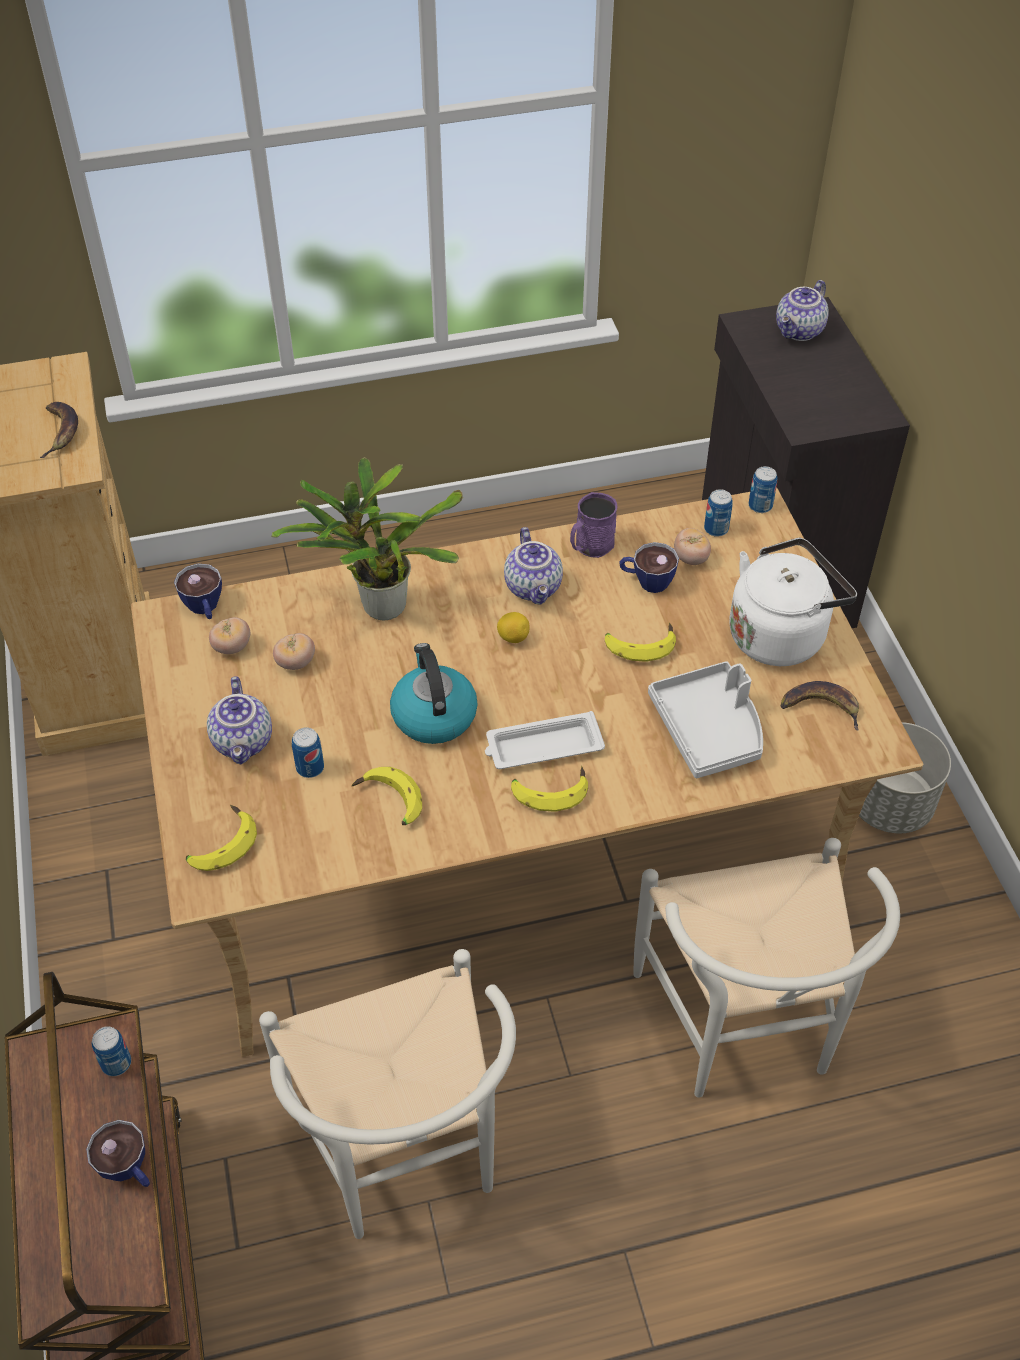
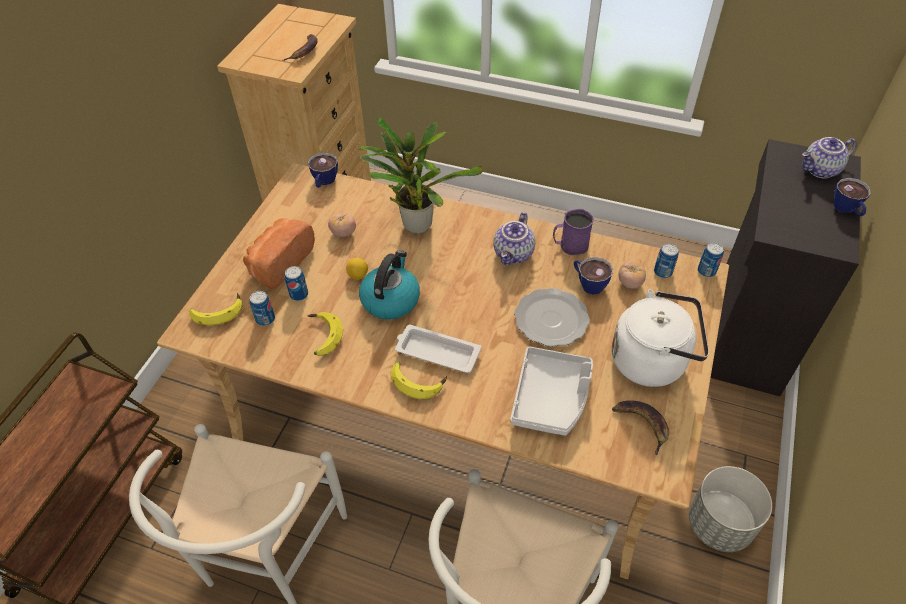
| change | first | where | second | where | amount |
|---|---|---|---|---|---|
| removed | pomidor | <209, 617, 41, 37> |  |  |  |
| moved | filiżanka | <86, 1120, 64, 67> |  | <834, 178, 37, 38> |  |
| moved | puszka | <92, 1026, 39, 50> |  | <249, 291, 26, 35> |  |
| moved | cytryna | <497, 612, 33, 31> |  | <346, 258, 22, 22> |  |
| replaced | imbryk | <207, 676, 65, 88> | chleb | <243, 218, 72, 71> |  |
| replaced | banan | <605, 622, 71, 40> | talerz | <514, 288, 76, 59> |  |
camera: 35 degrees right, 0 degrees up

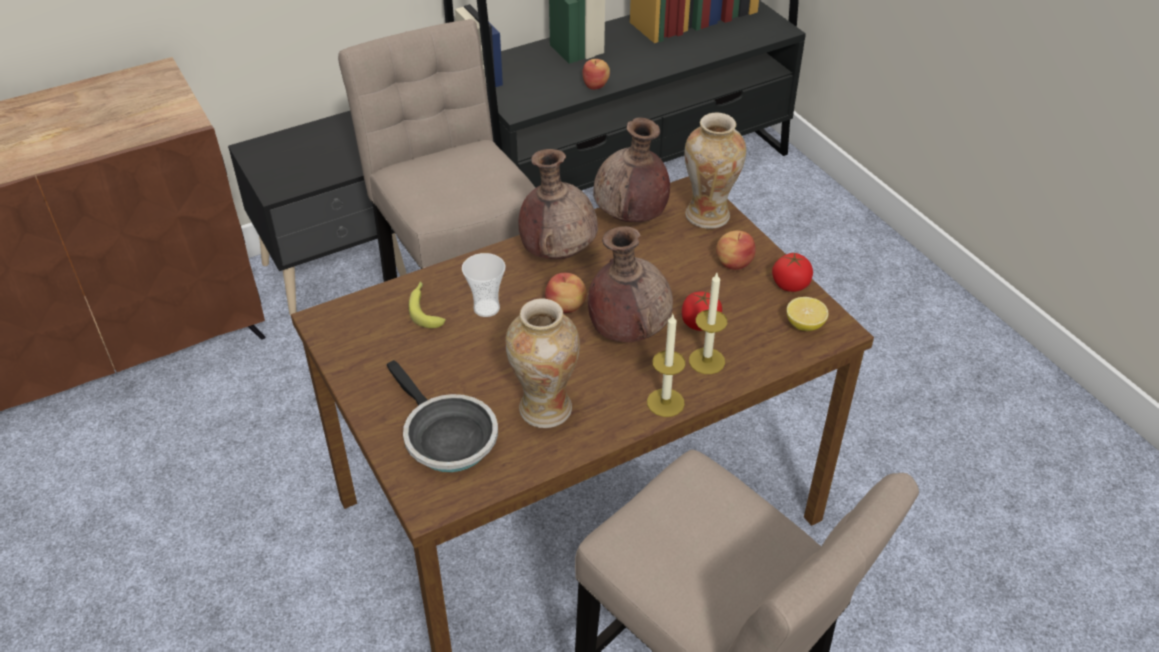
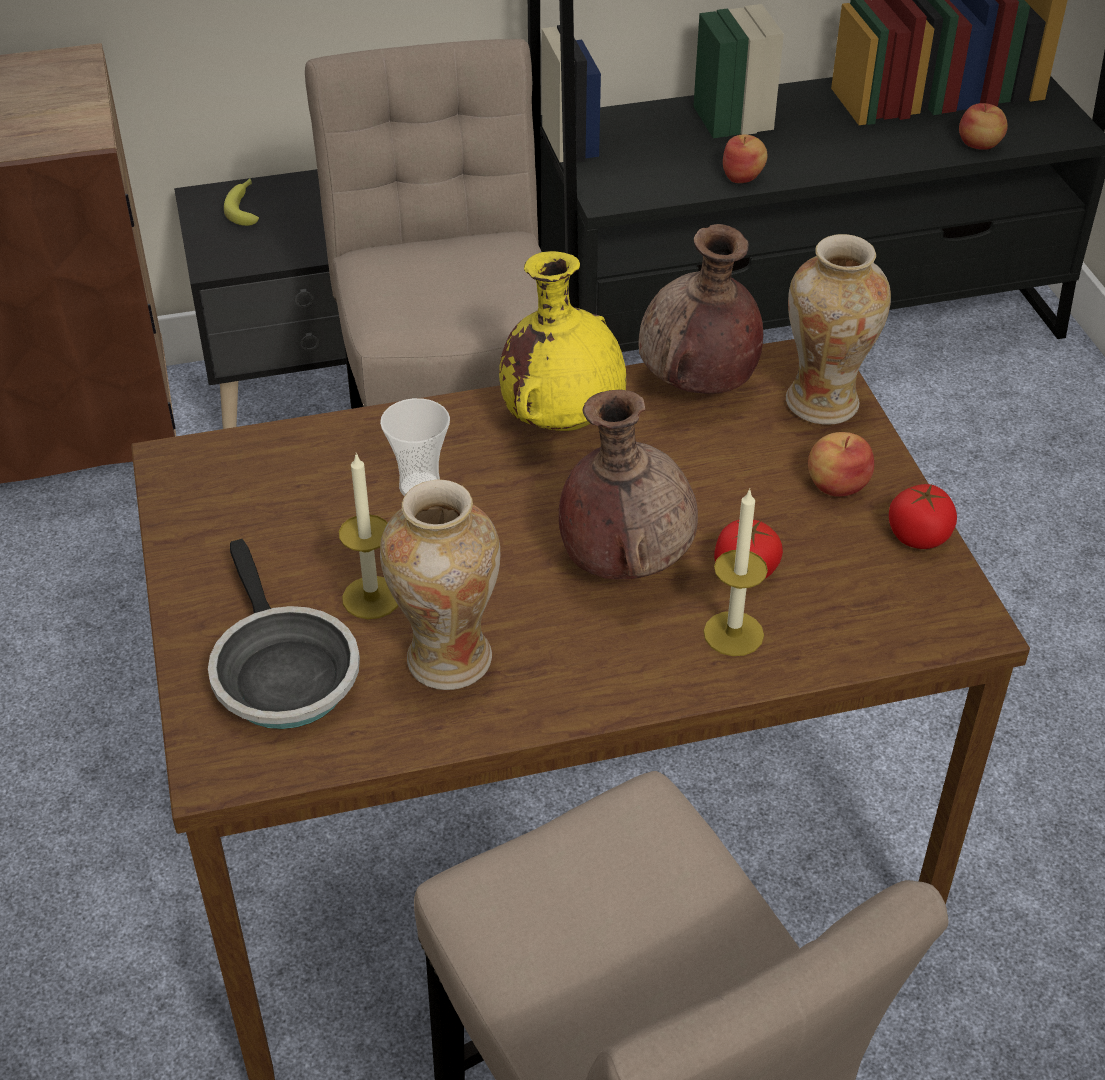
| change | first | where | second | where | amount |
|---|---|---|---|---|---|
| removed | cytryna | <786, 297, 42, 34> |  |  |  |
| moved | banan | <409, 282, 37, 46> |  | <224, 178, 35, 48> |  |
| moved | jabłko | <545, 273, 42, 40> |  | <959, 103, 49, 47> |  |
| moved | świeca | <647, 314, 39, 103> |  | <339, 453, 59, 166> |  |
| recoloured | wazon (brązowy) | <519, 149, 79, 110> | wazon (żółty) | <499, 251, 127, 180> |  |
camera: 15 degrees right, 0 degrees up

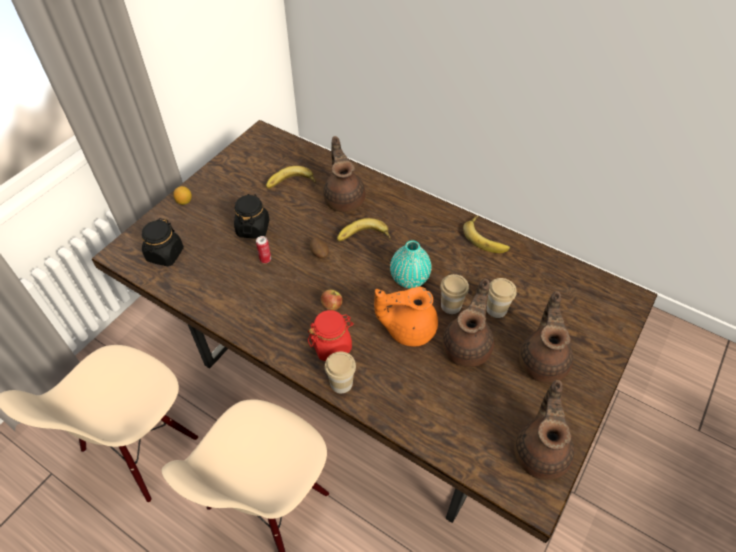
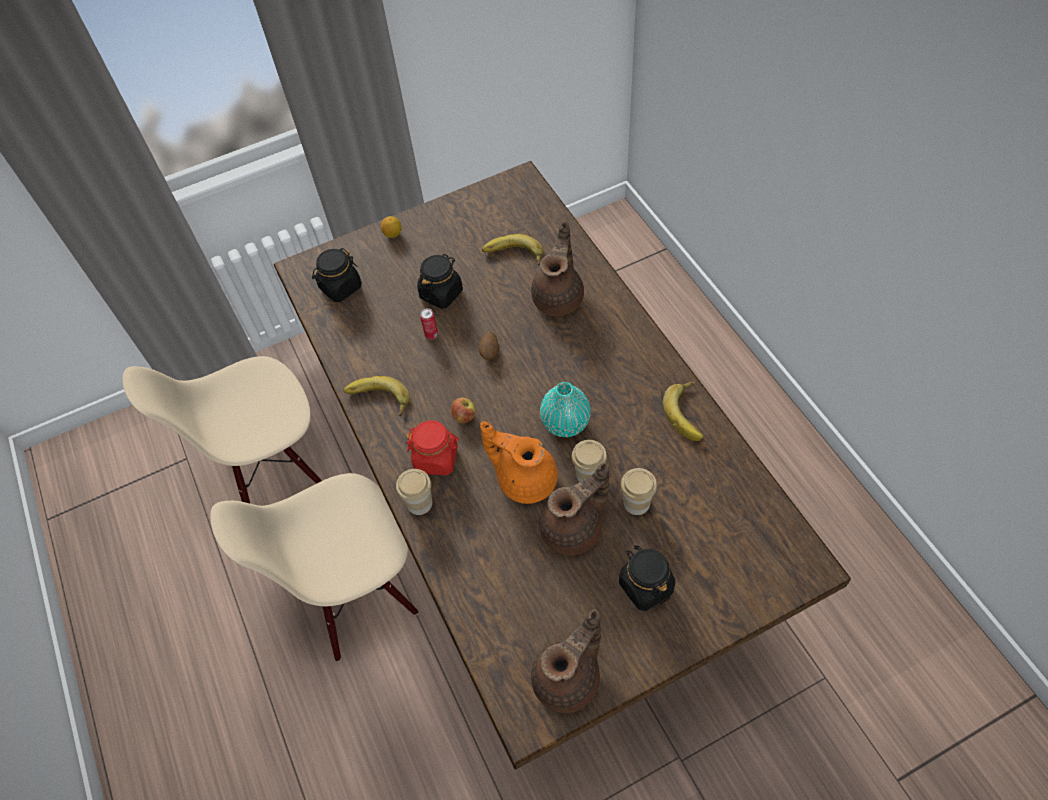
| change | first | where | second | where | amount |
|---|---|---|---|---|---|
| moved | banan | <337, 218, 54, 23> |  | <343, 376, 67, 40> |  |
| replaced | imbryk (brązowy) | <519, 291, 54, 92> | słoik (czarny) | <619, 545, 56, 66> |  |
camera: 35 degrees right, 5 degrees up

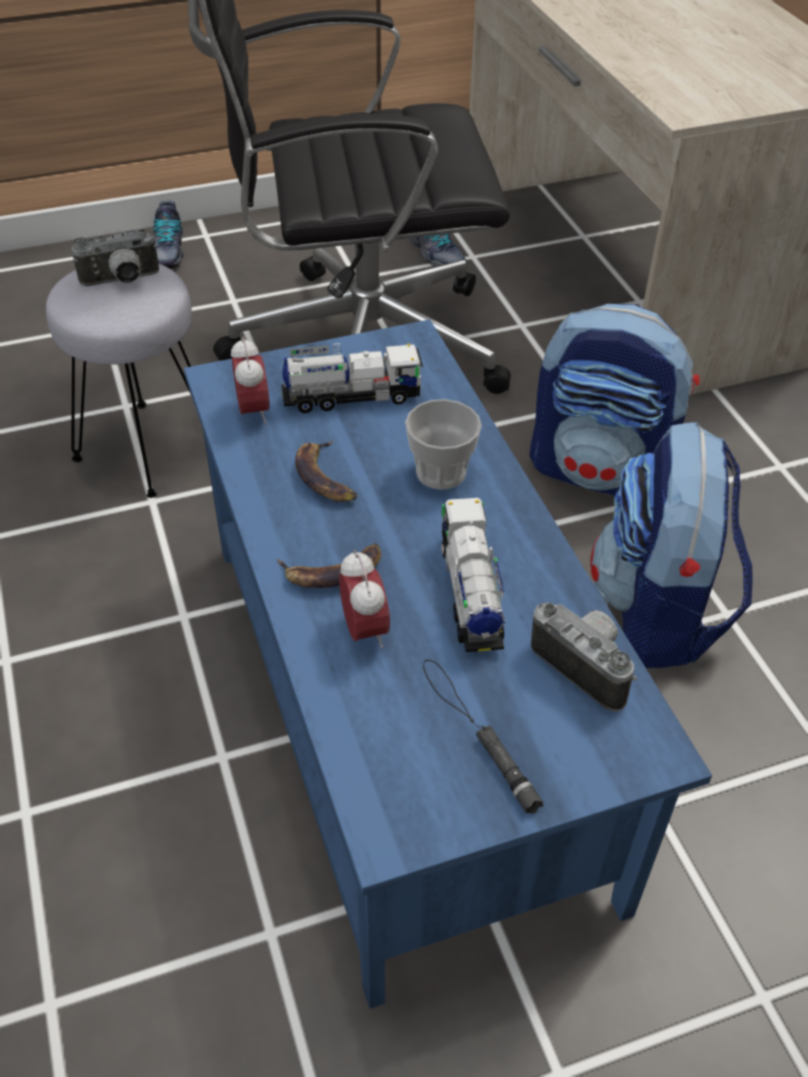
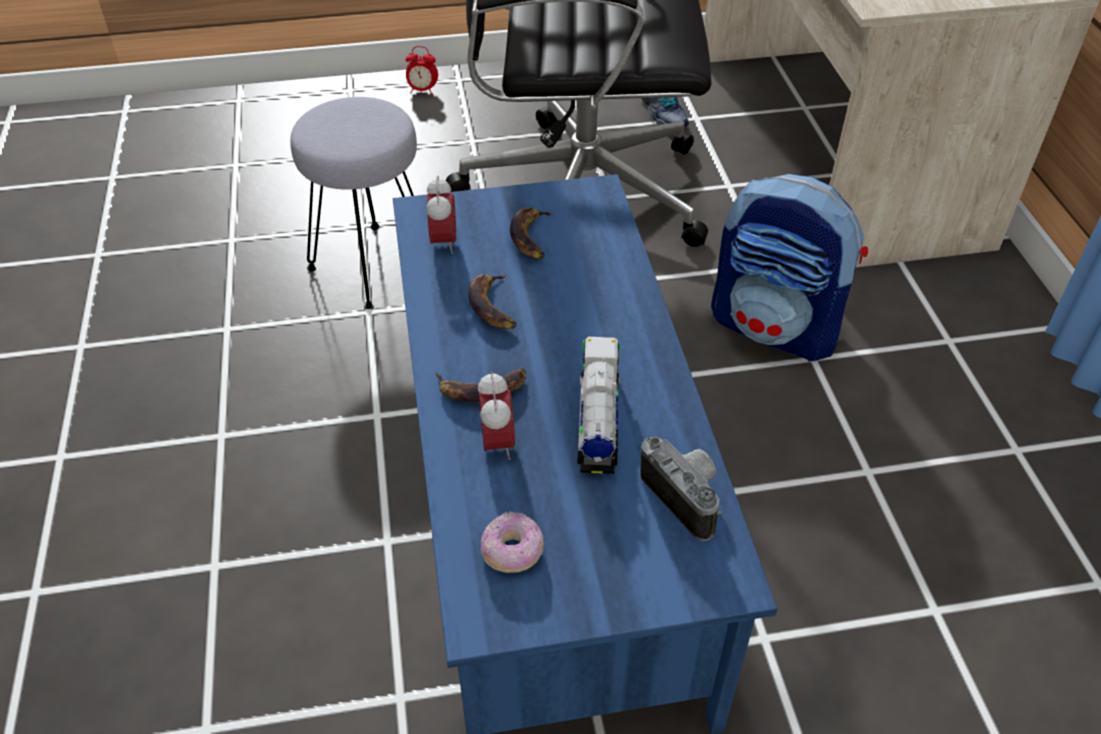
| change | first | where | second | where | amount |
|---|---|---|---|---|---|
| removed | aparat fotograficzny | <72, 229, 87, 57> |  |  |  |
| removed | filiżanka | <405, 399, 77, 91> |  |  |  |
| removed | latarka (czarny) | <423, 660, 120, 154> |  |  |  |
| removed | plecak | <590, 422, 163, 246> |  |  |  |
| added |  |  | donut | <481, 511, 63, 62> |  |
| replaced | but | <153, 200, 31, 70> | budzik | <406, 46, 32, 49> |  |
| replaced | ciężarówka zabawkowa | <281, 343, 142, 70> | banan | <510, 207, 44, 52> |  |
camera: 10 degrees right, 0 degrees up

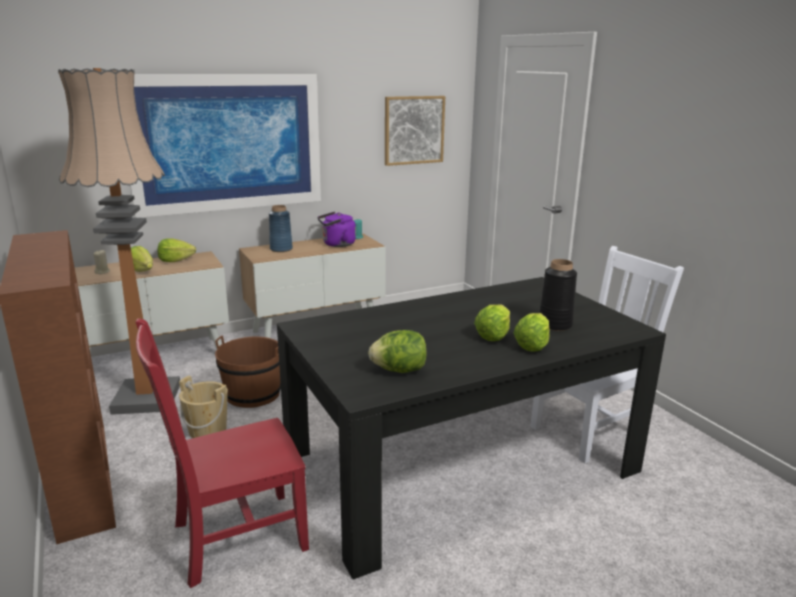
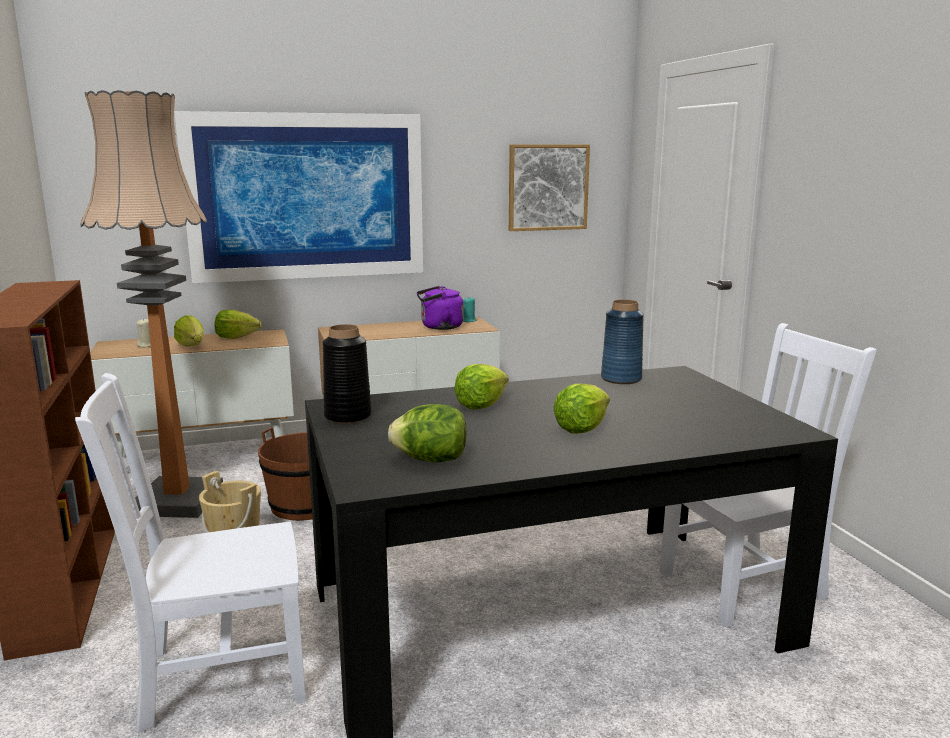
| change | first | where | second | where | amount |
|---|---|---|---|---|---|
| moved | wazon (niebieski) | <269, 205, 24, 47> |  | <601, 300, 43, 84> |  |
| moved | sałata | <514, 313, 36, 39> |  | <454, 364, 54, 46> |  |
| moved | wazon (czarny) | <539, 259, 38, 72> |  | <322, 324, 50, 99> |  |
| recoloured | krzesło (czerwony) | <136, 319, 173, 269> | krzesło (biały) | <75, 373, 231, 360> |  |
camera: 10 degrees right, 5 degrees down

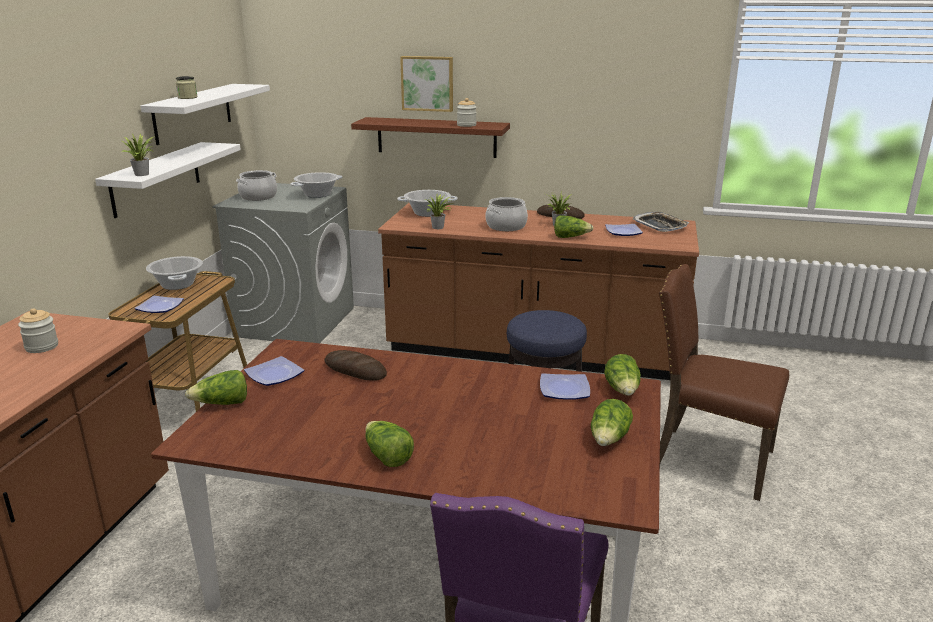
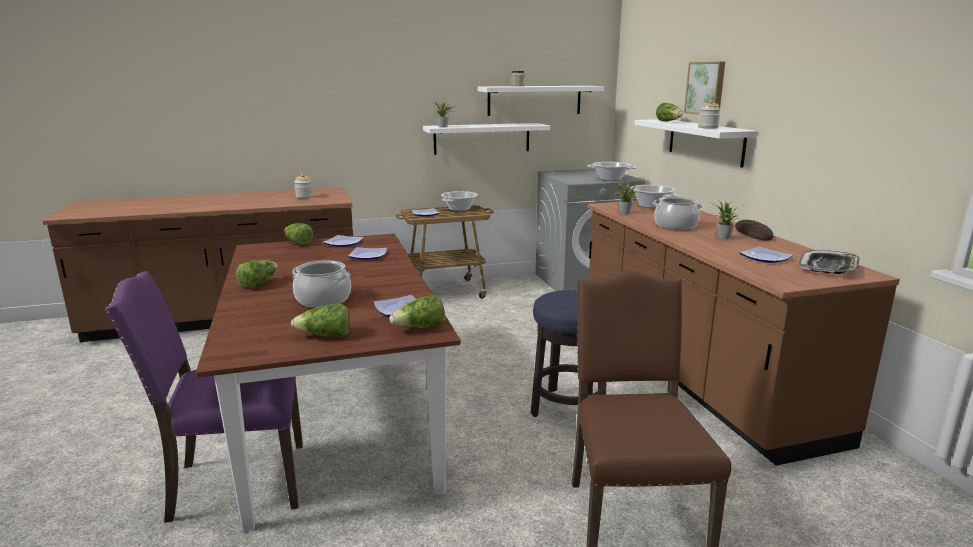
| change | first | where | second | where | amount |
|---|---|---|---|---|---|
| moved | garnek | <236, 170, 41, 31> |  | <292, 260, 59, 48> |  |
| moved | sałata | <554, 215, 39, 23> |  | <656, 103, 27, 19> |  |
| replaced | chleb | <324, 350, 63, 31> | talerz | <348, 247, 39, 13> |  |
| recoloured | półka (brązowy) | <351, 117, 159, 41> | półka (biały) | <635, 119, 123, 49> |  |
camera: 60 degrees right, 5 degrees down

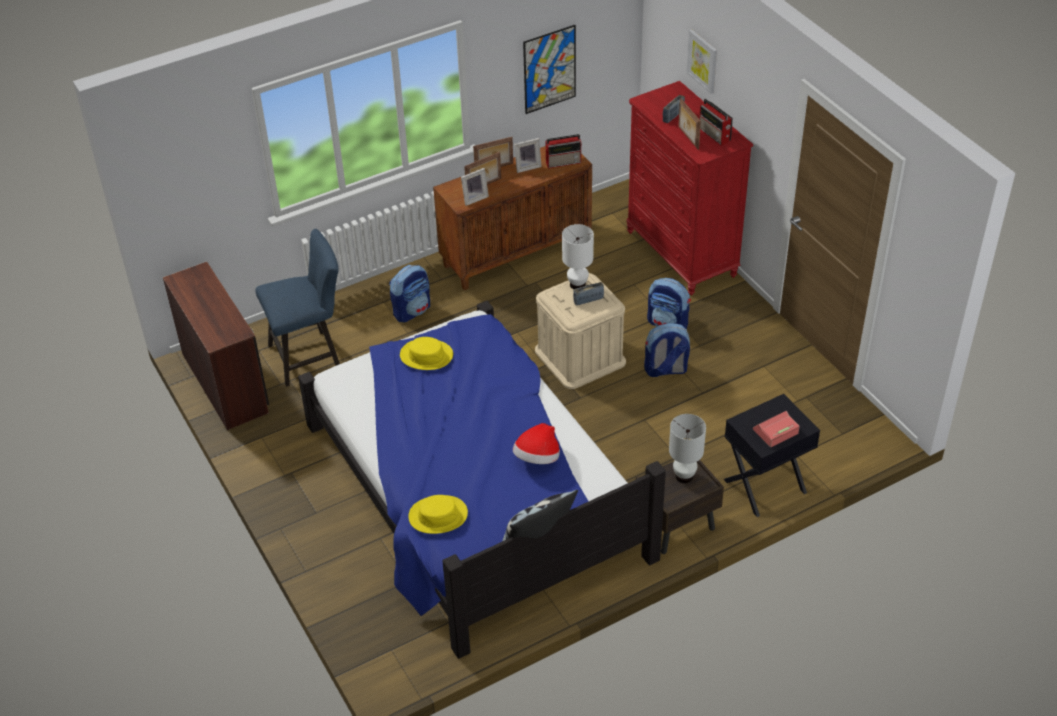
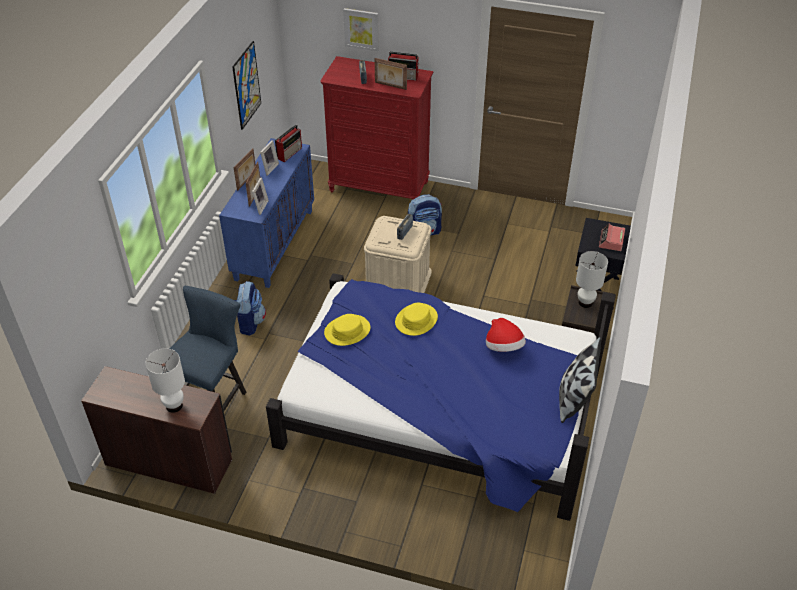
| change | first | where | second | where | amount |
|---|---|---|---|---|---|
| removed | plecak | <644, 323, 46, 54> |  |  |  |
| moved | kapelusz (żółty) | <408, 495, 60, 39> |  | <395, 303, 43, 33> |  |
| moved | lampa stołowa (biały) | <562, 224, 32, 65> |  | <145, 348, 40, 65> |  |
| recoloured | szafka (brązowy) | <433, 146, 159, 144> | szafka (niebieski) | <219, 138, 95, 150> |  |
camera: 45 degrees left, 0 degrees up

